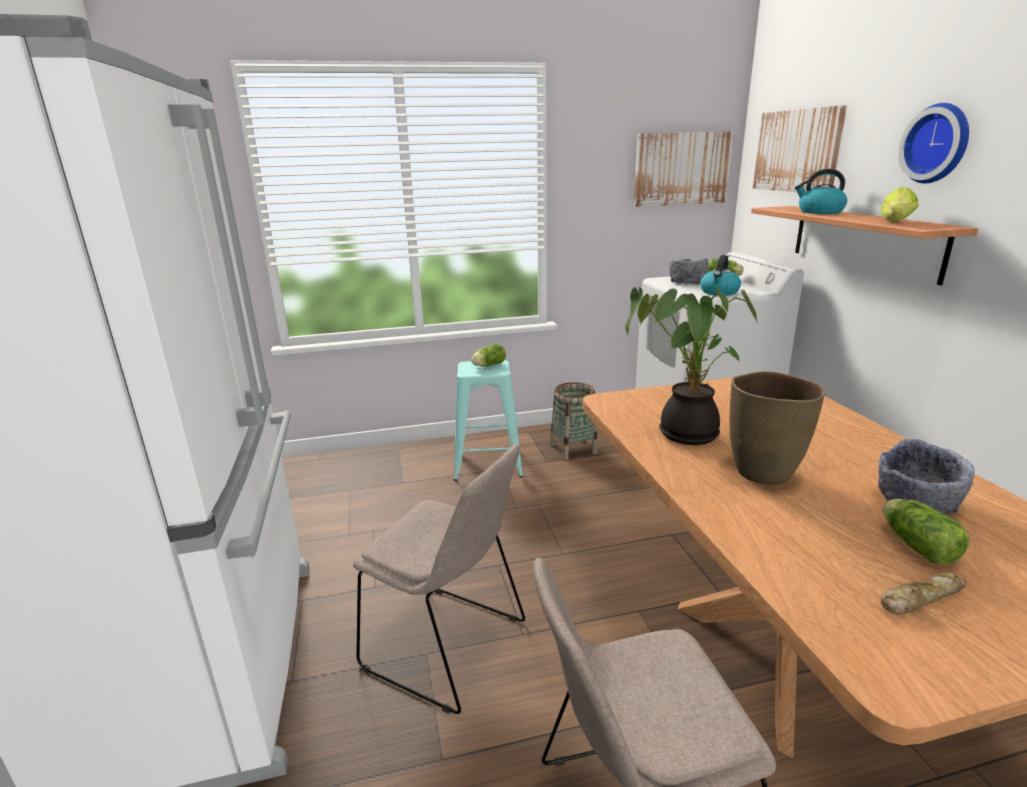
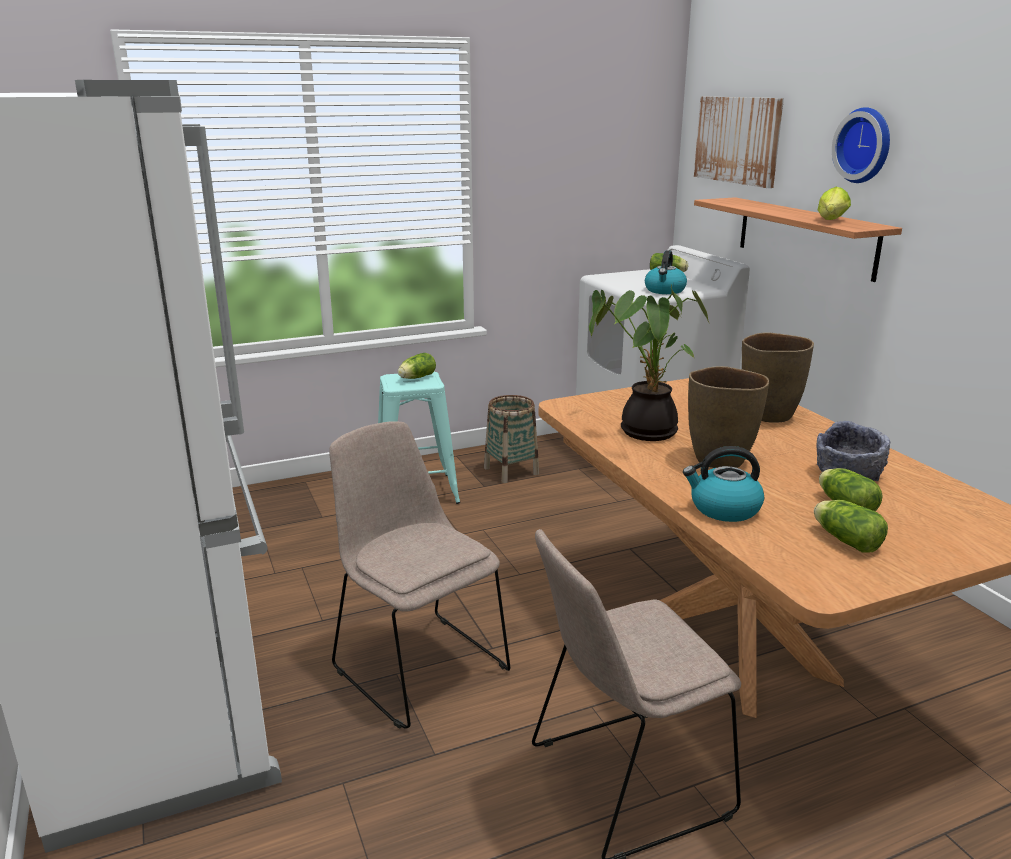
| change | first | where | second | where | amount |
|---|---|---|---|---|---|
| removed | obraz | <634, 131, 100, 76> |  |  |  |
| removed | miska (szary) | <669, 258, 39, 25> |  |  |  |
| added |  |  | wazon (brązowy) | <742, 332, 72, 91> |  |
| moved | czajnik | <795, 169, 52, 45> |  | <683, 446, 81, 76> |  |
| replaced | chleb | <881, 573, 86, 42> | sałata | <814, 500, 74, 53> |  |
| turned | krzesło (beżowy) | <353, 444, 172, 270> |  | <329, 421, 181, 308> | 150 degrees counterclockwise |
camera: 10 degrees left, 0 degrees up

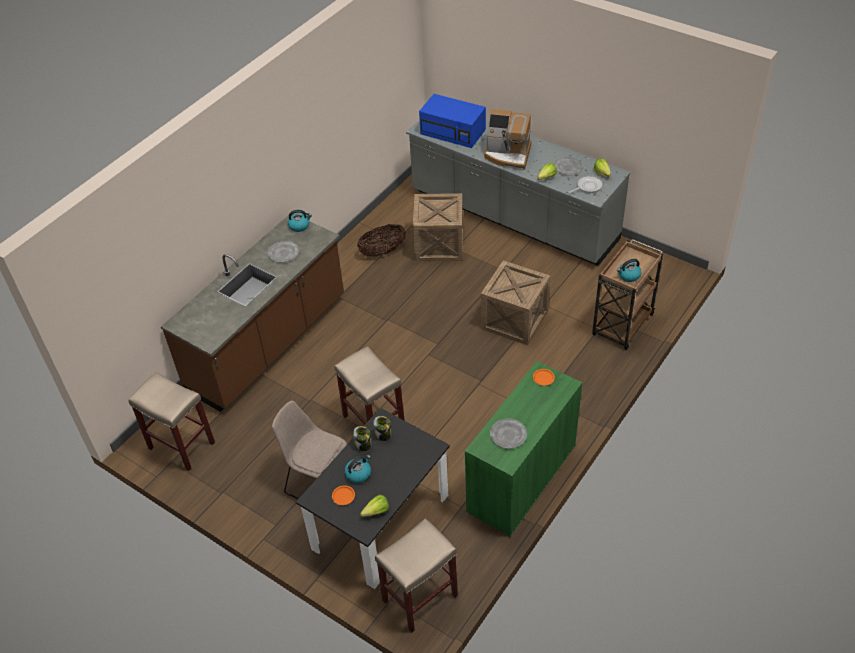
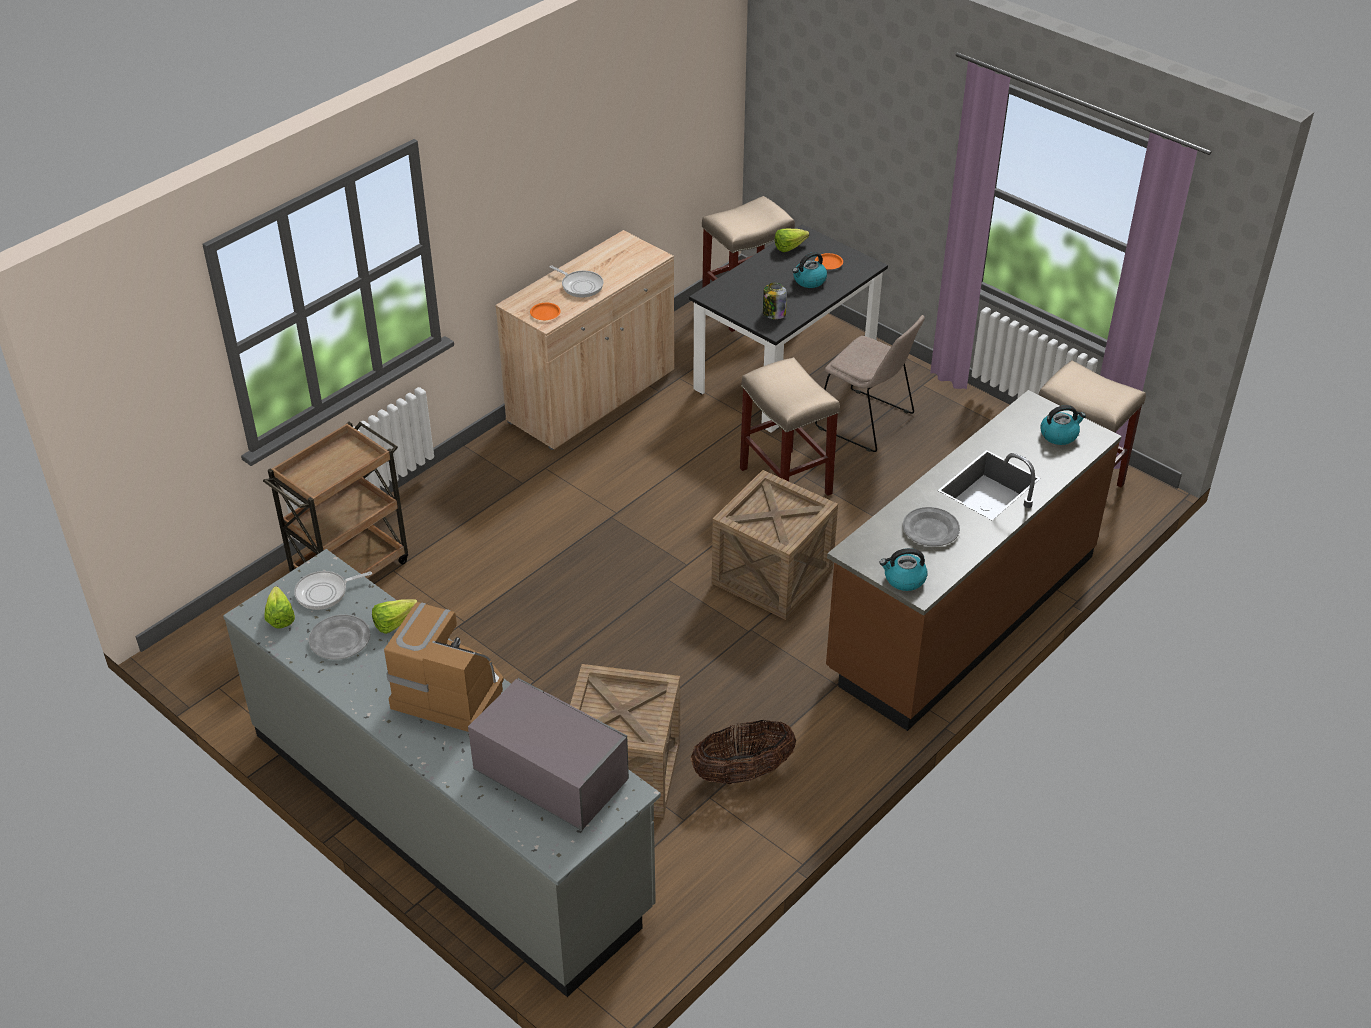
| change | first | where | second | where | amount |
|---|---|---|---|---|---|
| removed | słoik | <353, 426, 19, 25> |  |  |  |
| removed | talerz (szary) | <490, 419, 37, 30> |  |  |  |
| added |  |  | patelnia | <549, 266, 54, 32> |  |
| moved | skrzynka | <481, 260, 69, 85> |  | <712, 470, 126, 150> |  |
| moved | czajnik | <617, 259, 24, 23> |  | <1041, 405, 45, 40> |  |
| recoloured | mikrofalówka (niebieski) | <419, 94, 67, 54> | mikrofalówka (szary) | <468, 678, 161, 152> |  |
| recoloured | szafka (zielony) | <465, 361, 117, 176> | szafka (beżowy) | <495, 230, 179, 220> |  |
camera: 175 degrees left, 5 degrees down

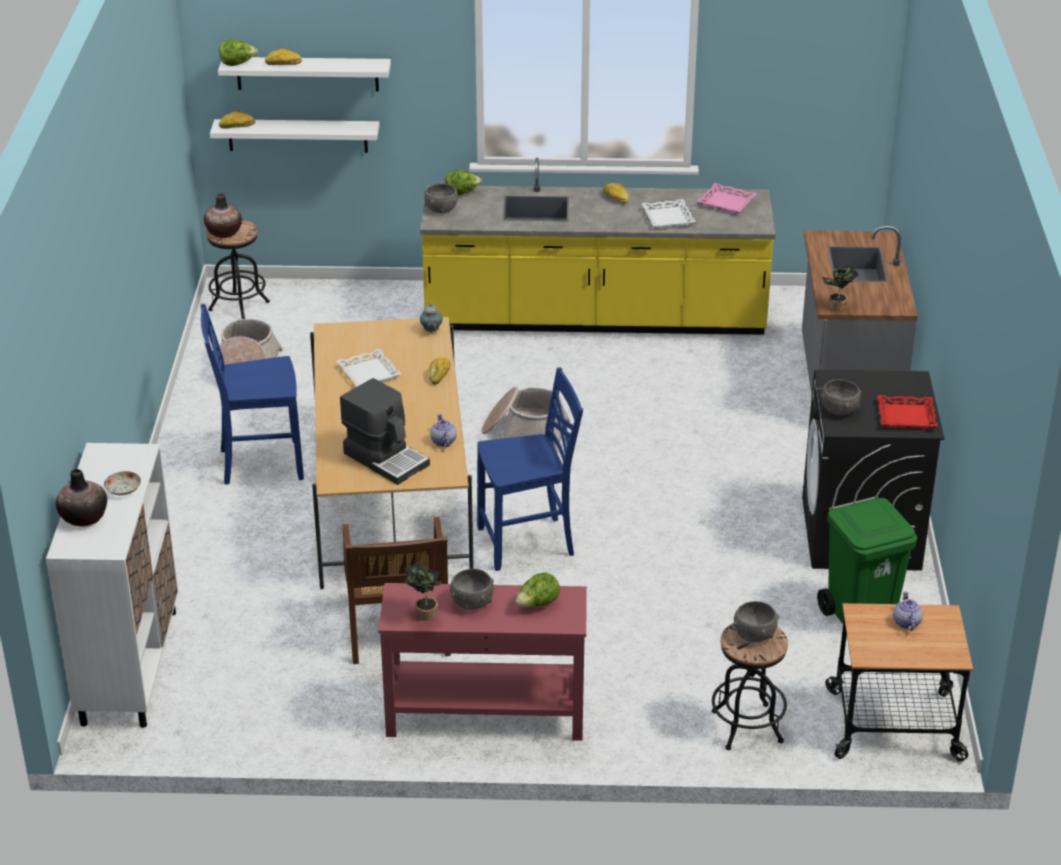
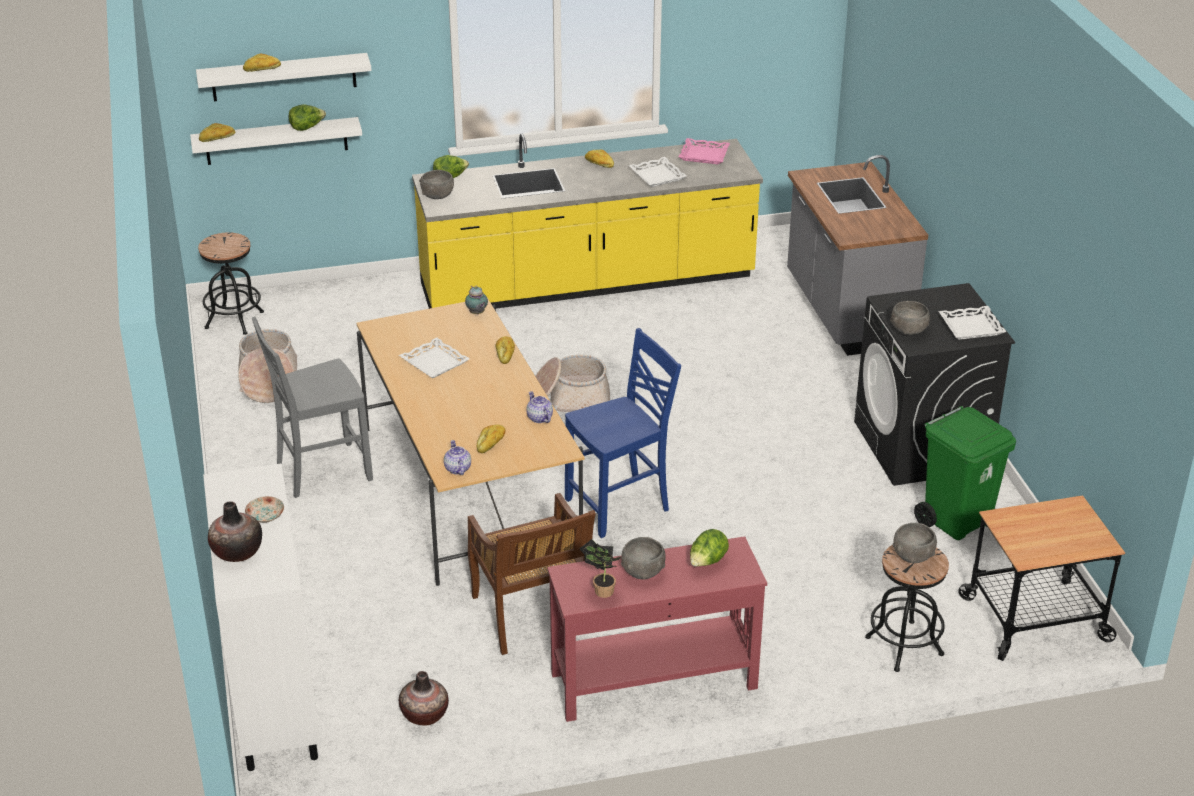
| change | first | where | second | where | amount |
|---|---|---|---|---|---|
| removed | roślina doniczkowa | <822, 265, 37, 47> |  |  |  |
| moved | wazon | <204, 193, 38, 45> |  | <399, 671, 50, 55> |  |
| moved | sałata | <219, 40, 39, 26> |  | <289, 104, 37, 27> |  |
| moved | imbryk | <893, 591, 30, 40> |  | <444, 440, 27, 35> |  |
| replaced | ekspres do kawy | <340, 378, 90, 107> | chleb | <477, 425, 29, 28> |  |
| recoloured | krzesło (niebieski) | <201, 304, 103, 181> | krzesło (szary) | <252, 317, 121, 181> |  |
| recoloured | taca (czerwony) | <877, 395, 61, 34> | taca (biały) | <938, 306, 69, 34> |  |
camera: 15 degrees left, 0 degrees up

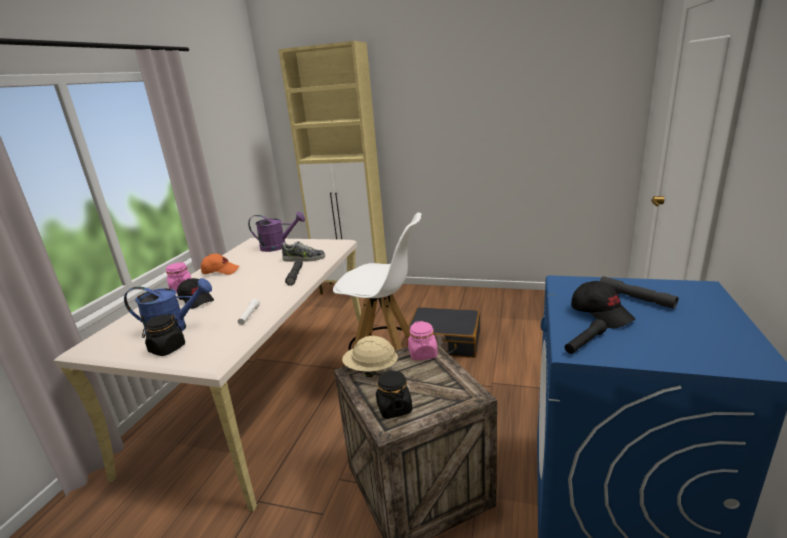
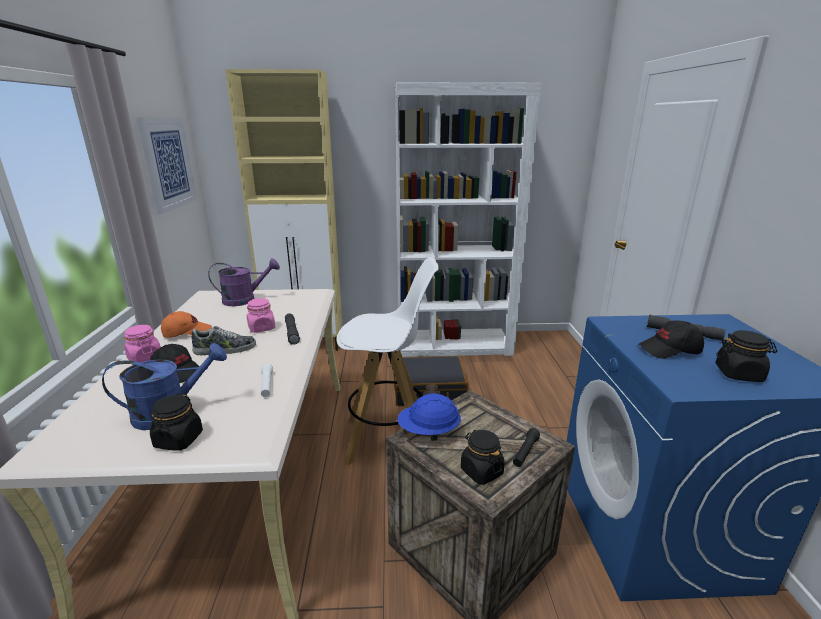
| change | first | where | second | where | amount |
|---|---|---|---|---|---|
| added |  |  | obraz | <137, 117, 60, 97> |  |
| added |  |  | regał (biały) | <395, 82, 146, 275> |  |
| added |  |  | słoik (czarny) | <716, 330, 61, 52> |  |
| moved | but | <282, 241, 43, 21> |  | <191, 326, 65, 29> |  |
| moved | słoik (różowy) | <408, 321, 30, 40> |  | <247, 298, 28, 35> |  |
| moved | latarka (czarny) | <565, 319, 42, 35> |  | <513, 428, 27, 39> |  |
| recoloured | kask (beżowy) | <342, 336, 56, 41> | kask (niebieski) | <397, 394, 64, 47> |  |
| turned | czapka z daszkiem (czarny) | <571, 281, 65, 48> |  | <639, 320, 65, 39> | 135 degrees clockwise |
camera: 20 degrees left, 0 degrees up

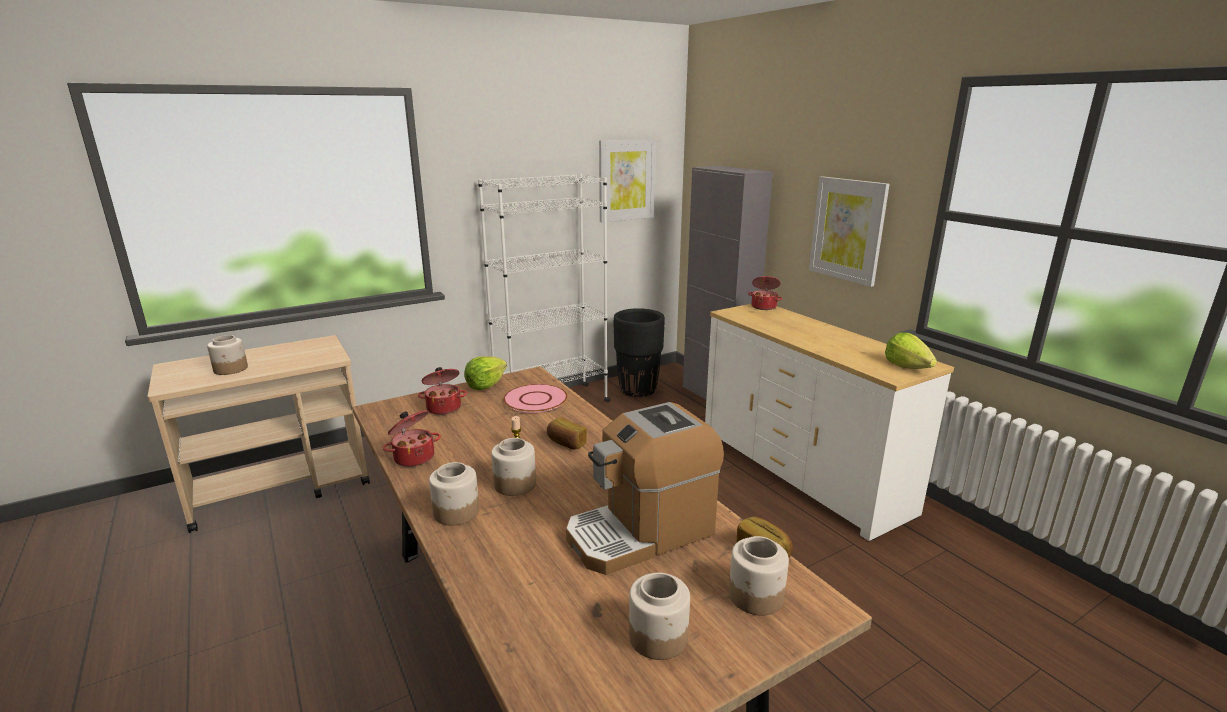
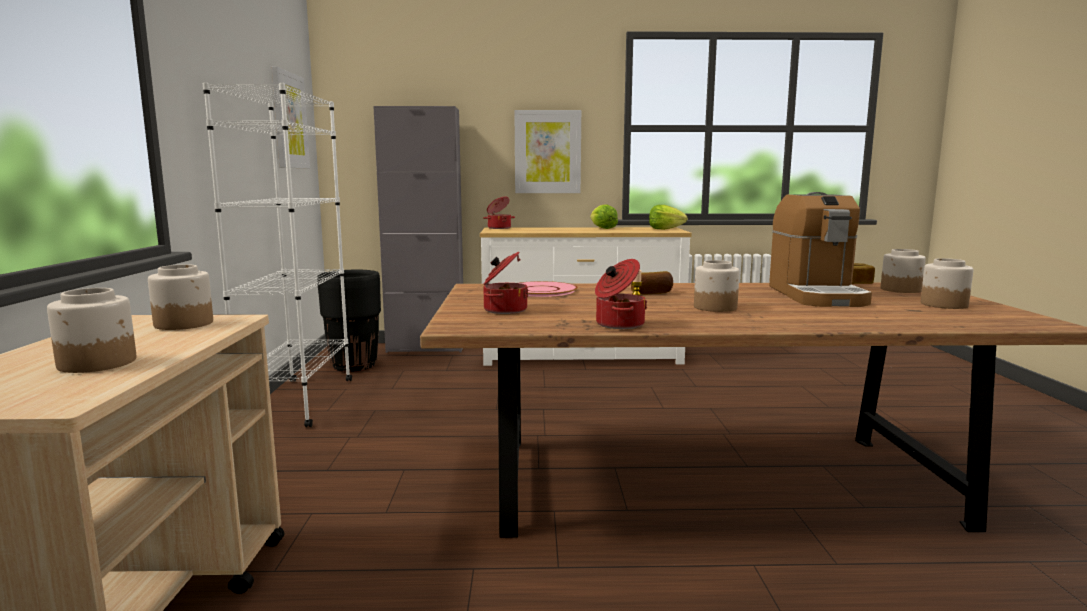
| change | first | where | second | where | amount |
|---|---|---|---|---|---|
| moved | słoik | <429, 462, 50, 64> |  | <148, 264, 65, 66> |  |
| moved | sałata | <464, 356, 43, 34> |  | <590, 204, 28, 25> |  |
camera: 60 degrees left, 10 degrees down

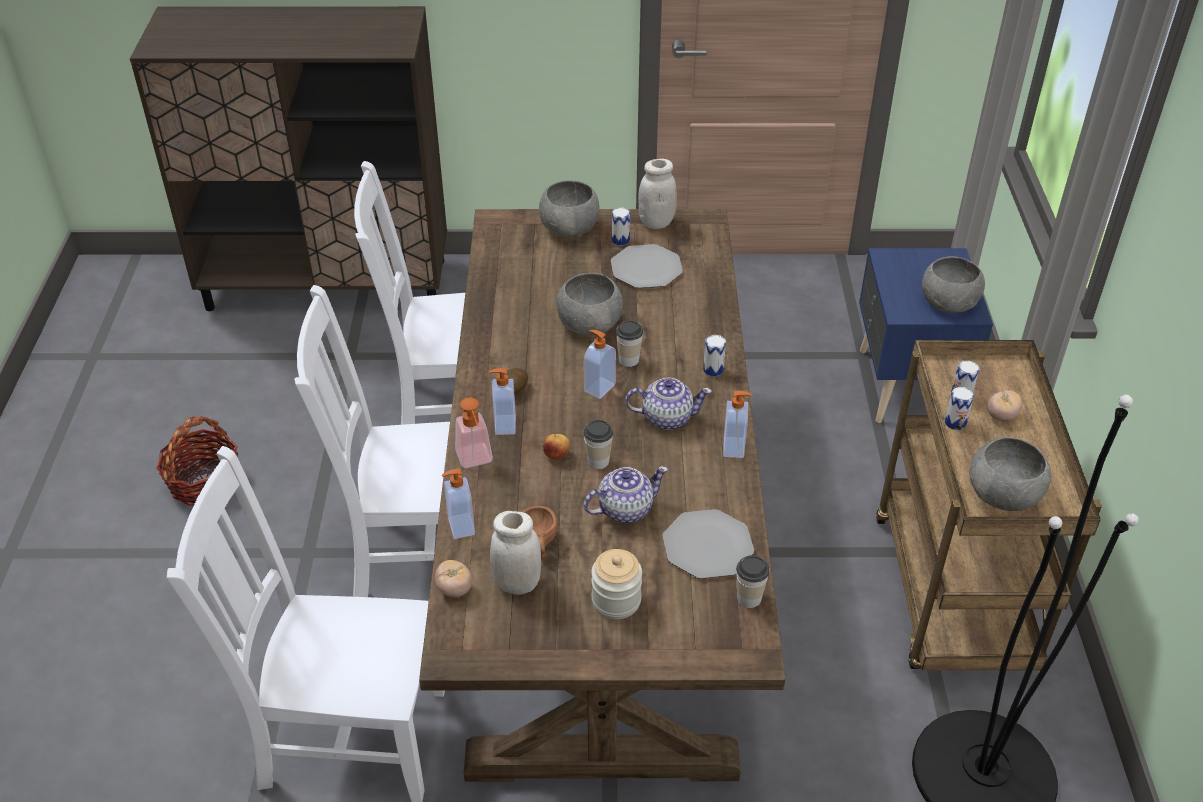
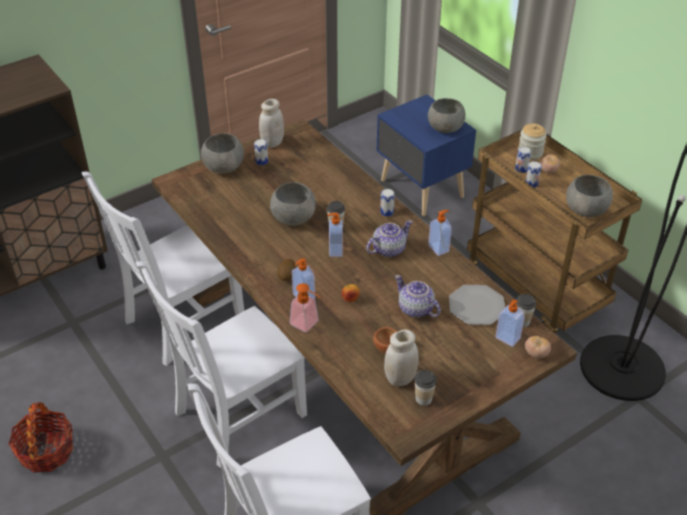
| change | first | where | second | where | amount |
|---|---|---|---|---|---|
| removed | talerz | <611, 244, 72, 44> |  |  |  |
| moved | pomidor | <435, 560, 37, 37> |  | <525, 336, 26, 23> |  |
| moved | dozownik mydła | <442, 469, 33, 70> |  | <495, 299, 30, 48> |  |
| moved | filiżanka | <583, 420, 30, 49> |  | <414, 370, 23, 36> |  |
| moved | słoik | <591, 549, 51, 70> |  | <518, 123, 29, 37> |  |
| turned | imbryk | <584, 466, 84, 57> |  | <395, 275, 46, 42> | 75 degrees counterclockwise |
camera: 35 degrees left, 0 degrees up

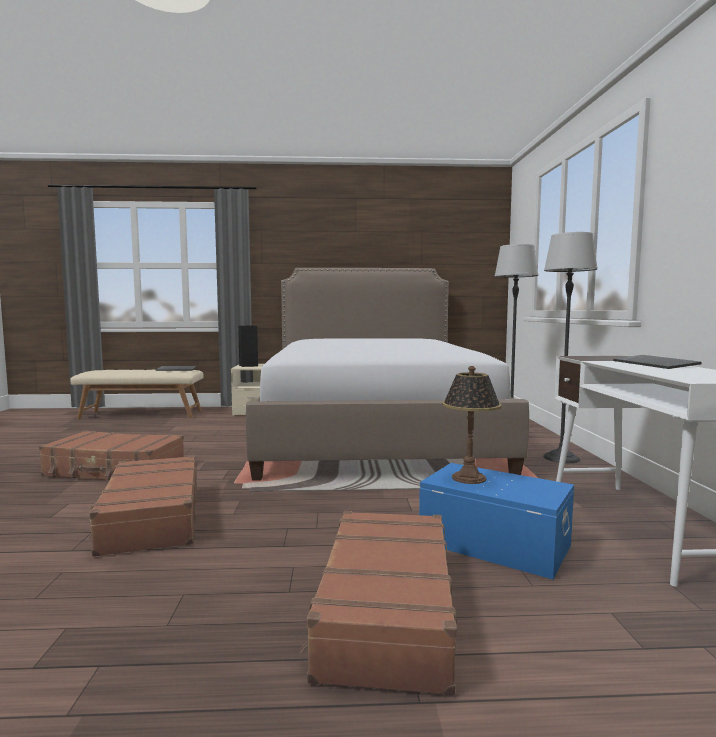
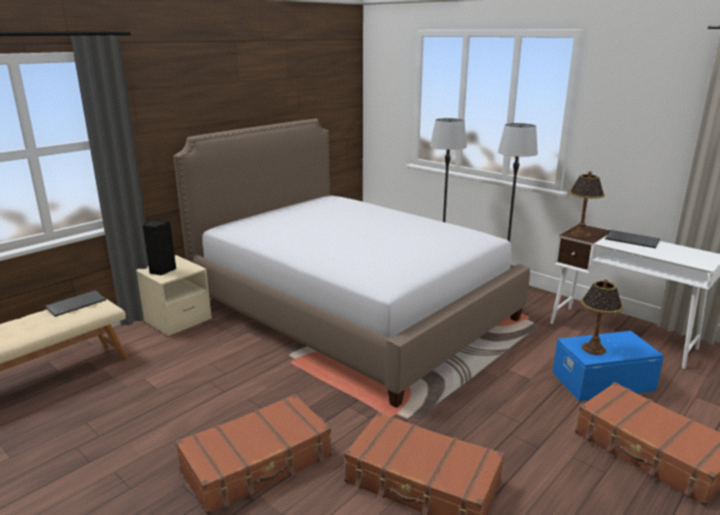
| change | first | where | second | where | amount |
|---|---|---|---|---|---|
| added |  |  | lampa stołowa | <569, 171, 36, 67> |  |
camera: 45 degrees left, 15 degrees up

